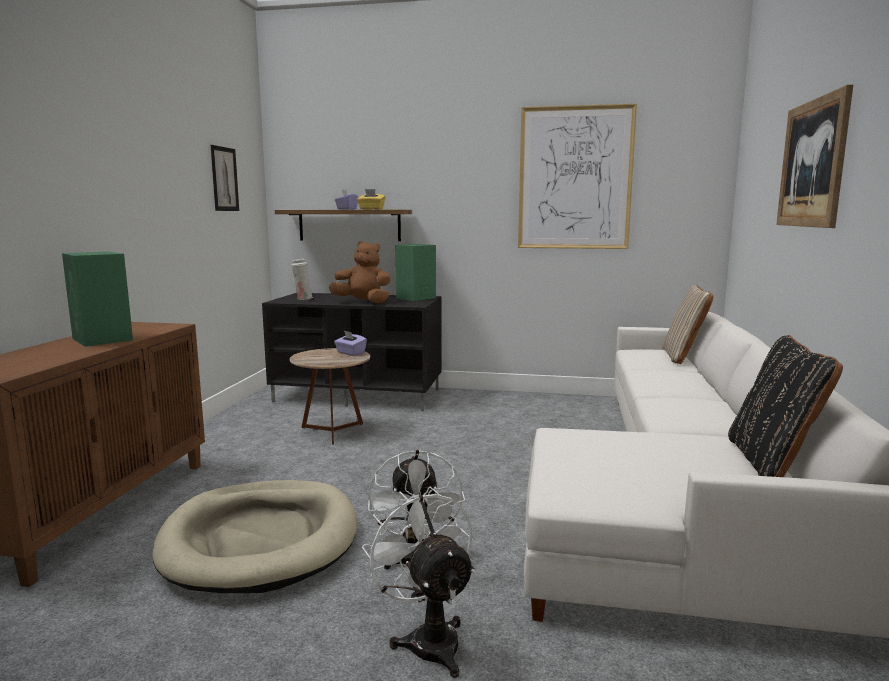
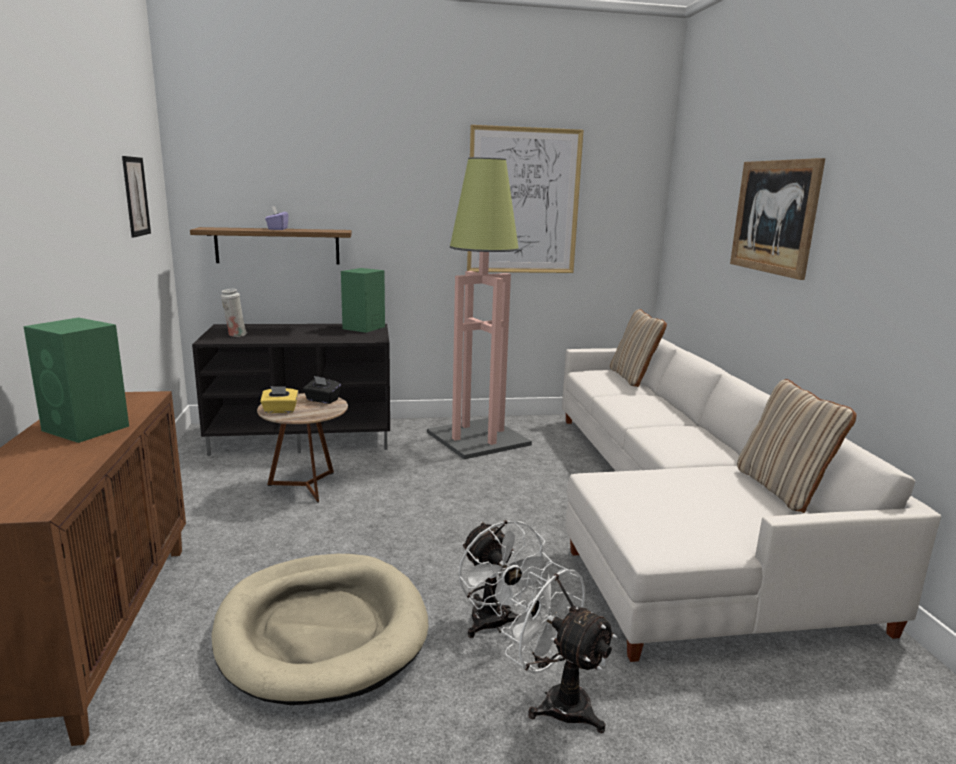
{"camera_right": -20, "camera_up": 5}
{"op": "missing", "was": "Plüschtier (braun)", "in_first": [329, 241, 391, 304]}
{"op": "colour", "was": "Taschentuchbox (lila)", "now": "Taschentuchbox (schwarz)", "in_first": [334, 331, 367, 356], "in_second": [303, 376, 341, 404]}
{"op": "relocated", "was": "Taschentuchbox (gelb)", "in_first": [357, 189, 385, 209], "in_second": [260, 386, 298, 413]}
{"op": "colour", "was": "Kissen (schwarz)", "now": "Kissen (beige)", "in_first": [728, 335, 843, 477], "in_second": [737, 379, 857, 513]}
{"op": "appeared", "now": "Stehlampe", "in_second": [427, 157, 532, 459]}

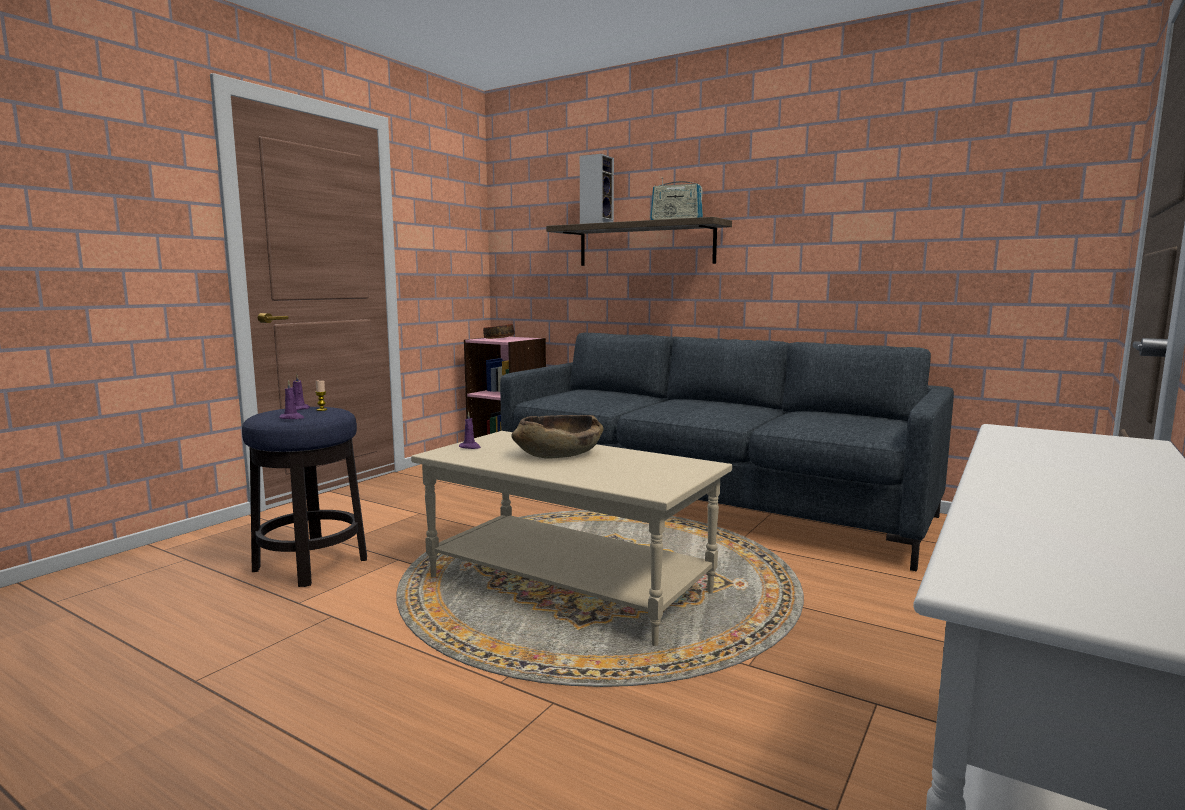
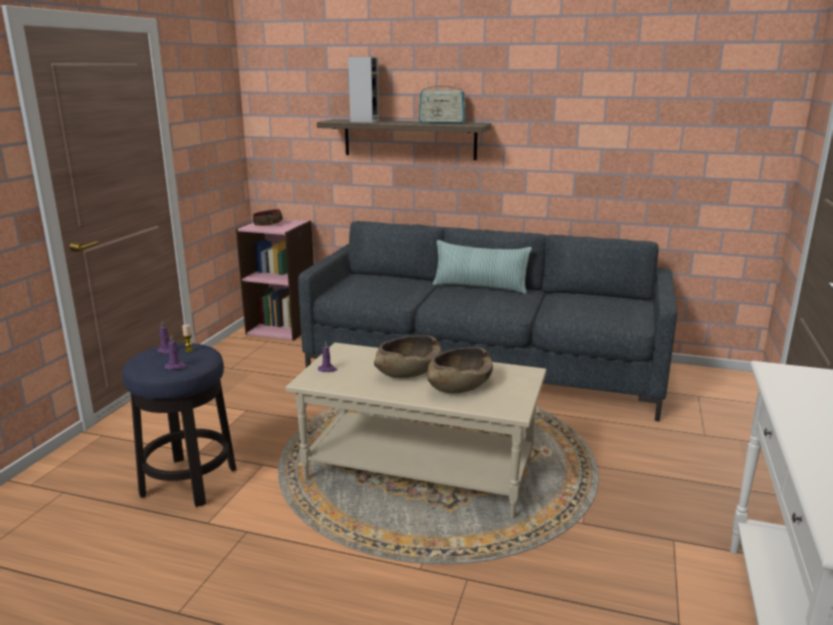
{"camera_right": -15, "camera_up": 10}
{"op": "appeared", "now": "Schüssel (braun)", "in_second": [427, 347, 493, 394]}
{"op": "appeared", "now": "Kissen", "in_second": [432, 240, 532, 294]}

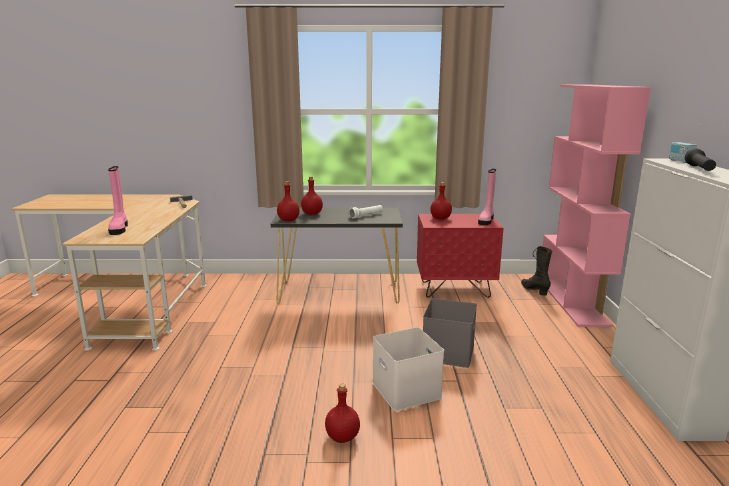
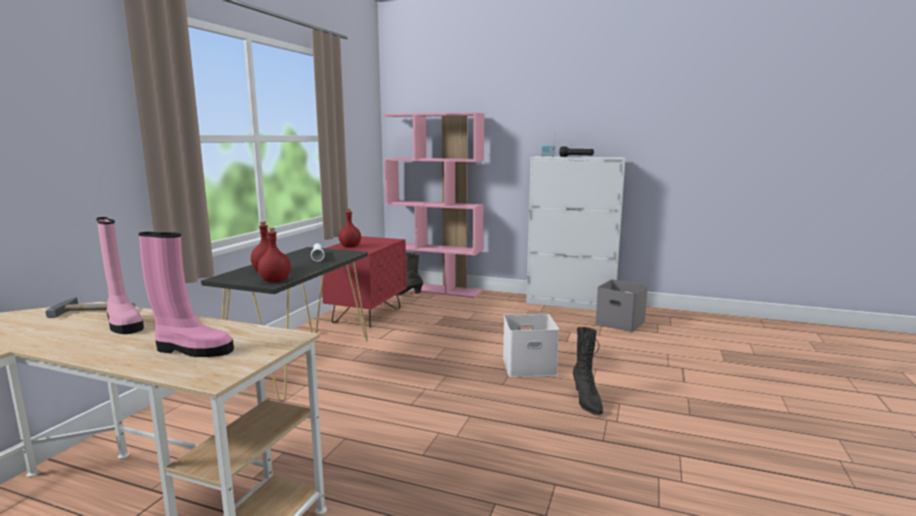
{"camera_right": -70, "camera_up": -5}
{"op": "exchanged", "was": "Flasche (rot)", "now": "Stiefel (schwarz)", "in_first": [325, 384, 360, 443], "in_second": [573, 327, 603, 415]}
{"op": "relocated", "was": "Aufbewahrungsbox (grau)", "in_first": [423, 298, 477, 368], "in_second": [595, 280, 648, 332]}
{"op": "relocated", "was": "Stiefel (rosa)", "in_first": [478, 169, 496, 225], "in_second": [96, 217, 144, 334]}

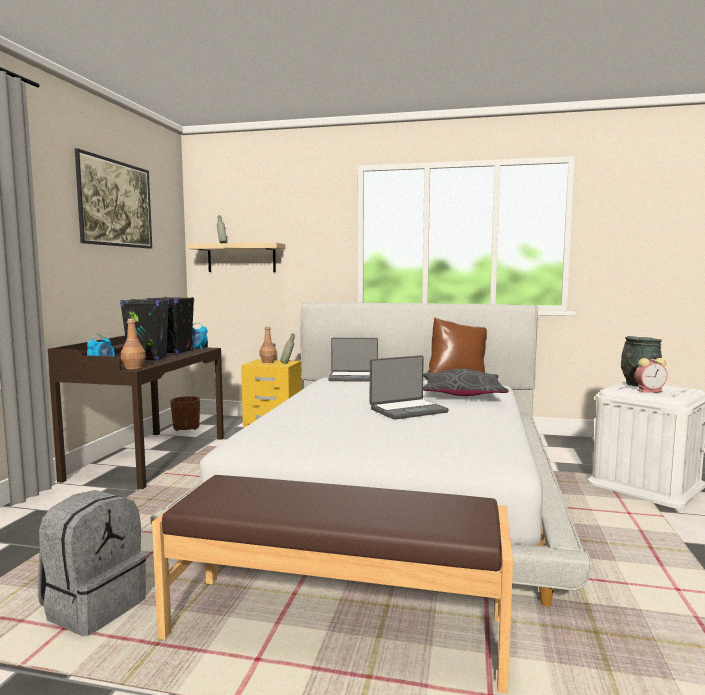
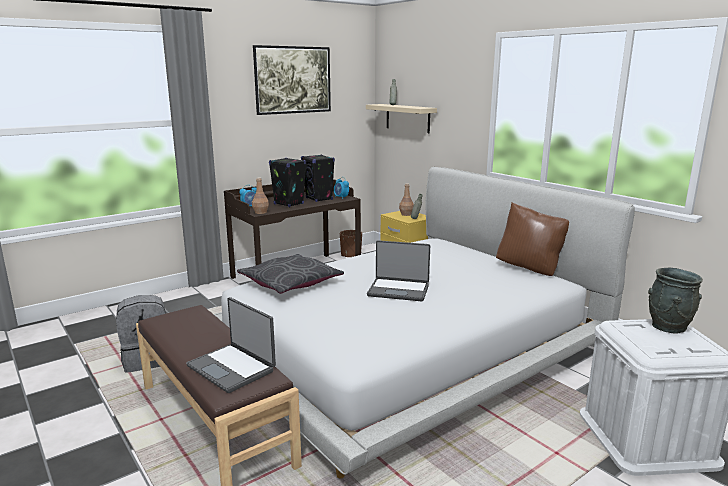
{"camera_right": 40, "camera_up": 10}
{"op": "relocated", "was": "Laptop", "in_first": [328, 338, 378, 382], "in_second": [186, 297, 276, 393]}
{"op": "relocated", "was": "Kissen (grau)", "in_first": [423, 369, 509, 396], "in_second": [237, 254, 344, 294]}
{"op": "missing", "was": "Wecker", "in_first": [635, 358, 668, 393]}

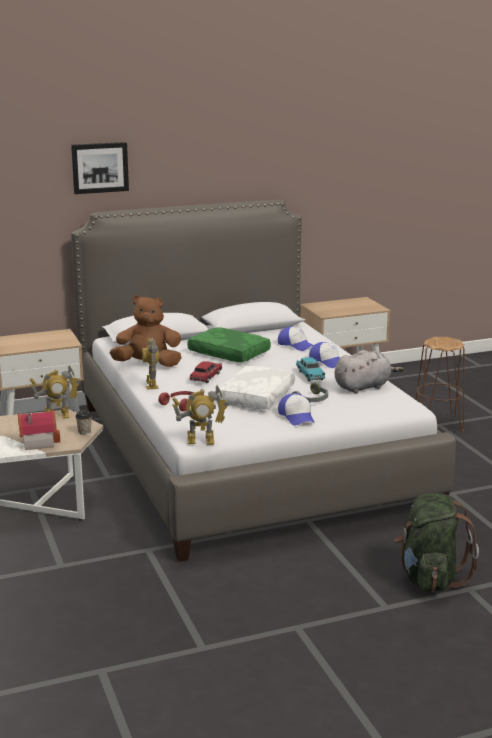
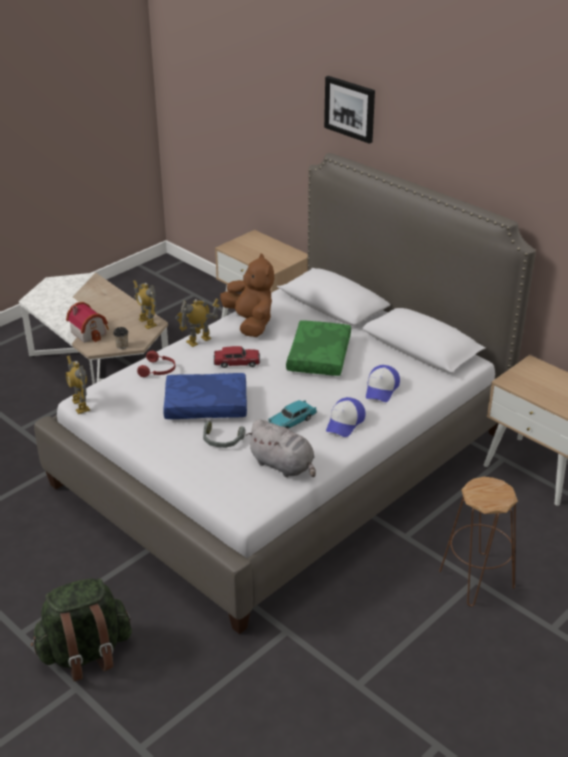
{"camera_right": 65, "camera_up": 15}
{"op": "colour", "was": "Kissen (weiß)", "now": "Kissen (blau)", "in_first": [219, 366, 295, 409], "in_second": [163, 373, 247, 419]}
{"op": "missing", "was": "Kappe", "in_first": [278, 393, 315, 425]}

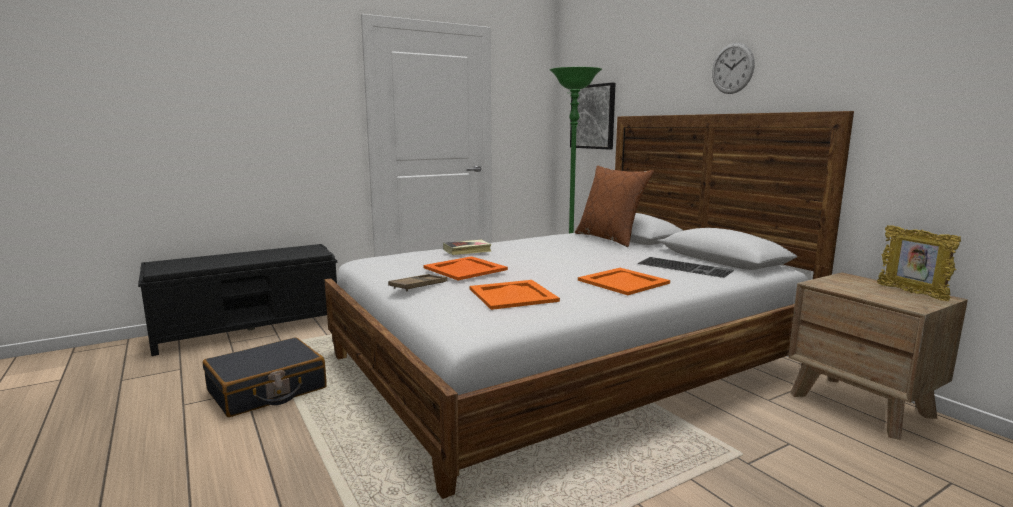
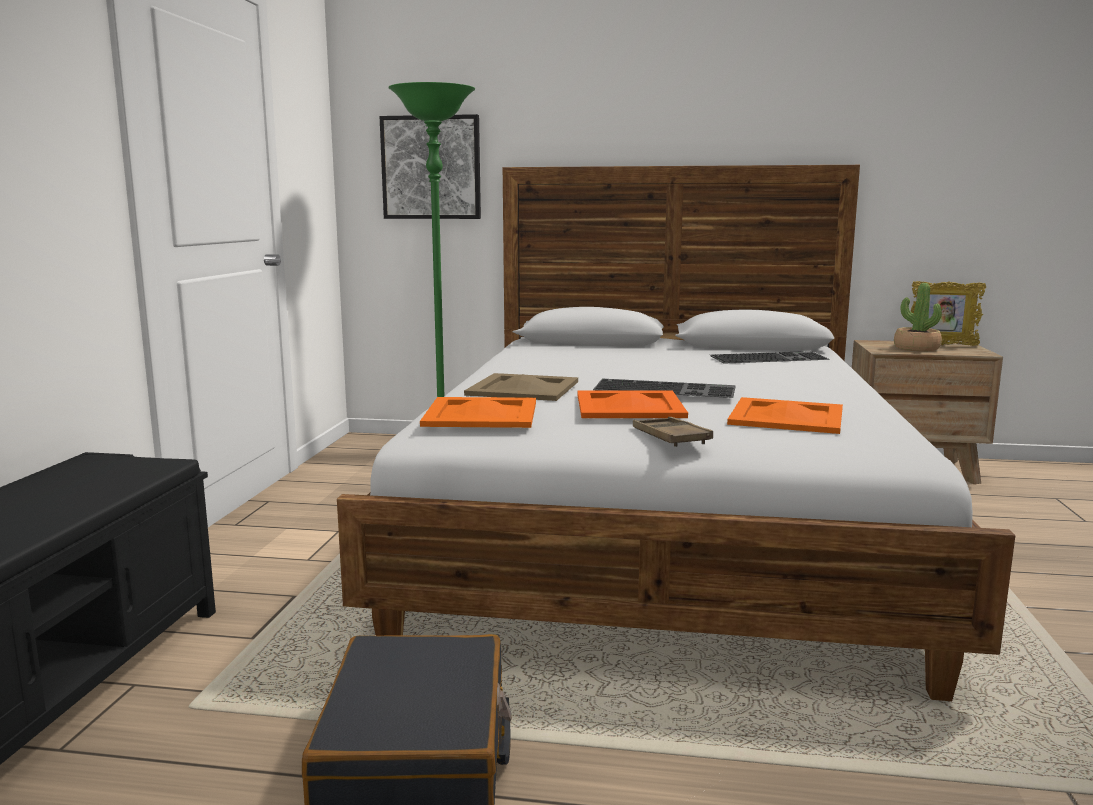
{"camera_right": -50, "camera_up": 0}
{"op": "exchanged", "was": "Buch", "now": "Tablett (beige)", "in_first": [443, 240, 492, 255], "in_second": [464, 373, 578, 401]}
{"op": "missing", "was": "Kissen (braun)", "in_first": [575, 165, 654, 247]}
{"op": "relocated", "was": "Tablett (orange)", "in_first": [578, 268, 670, 295], "in_second": [420, 397, 536, 428]}
{"op": "missing", "was": "Wanduhr", "in_first": [712, 43, 755, 94]}
{"op": "appeared", "now": "Tastatur", "in_second": [593, 379, 736, 398]}
{"op": "appeared", "now": "Topfpflanze", "in_second": [894, 283, 942, 352]}

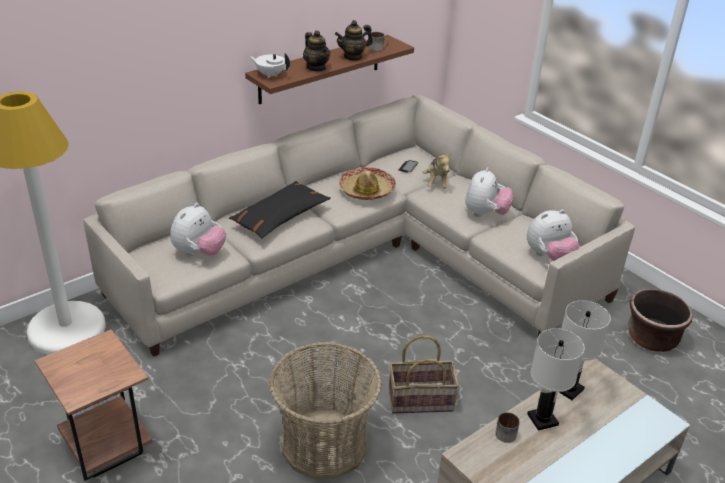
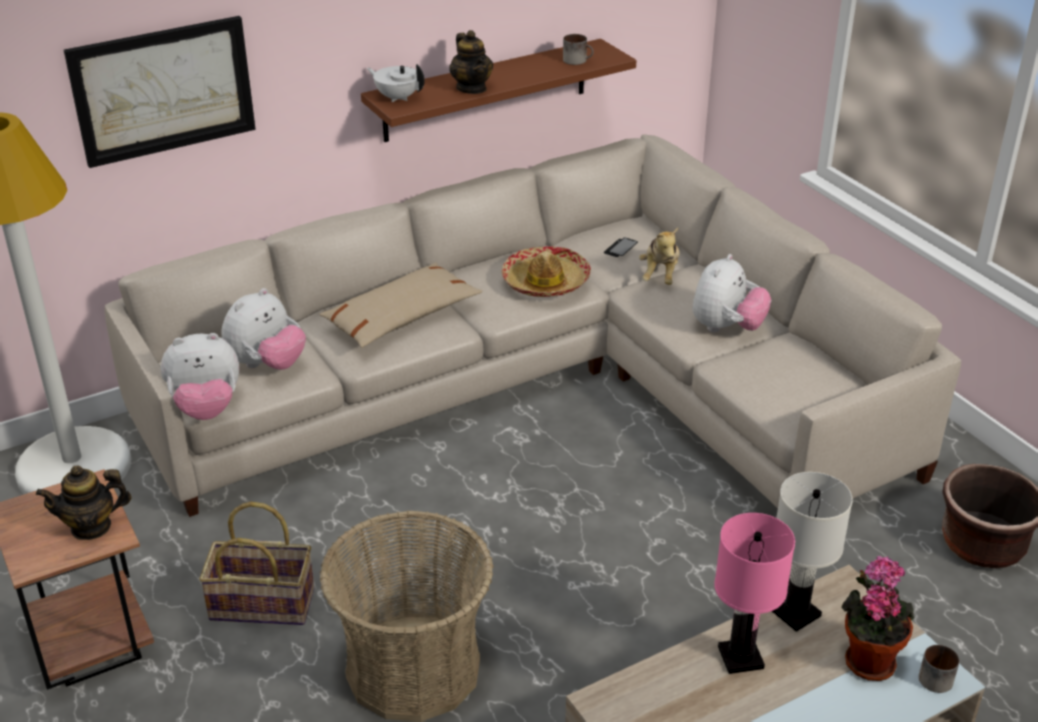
{"camera_right": 10, "camera_up": 0}
{"op": "colour", "was": "Kissen (schwarz)", "now": "Kissen (beige)", "in_first": [229, 181, 331, 238], "in_second": [319, 262, 483, 348]}
{"op": "relocated", "was": "Teekanne", "in_first": [335, 20, 373, 61], "in_second": [36, 465, 131, 540]}
{"op": "relocated", "was": "Korb", "in_first": [389, 335, 459, 414], "in_second": [199, 502, 314, 625]}
{"op": "relocated", "was": "Henkelbecher", "in_first": [495, 412, 520, 443], "in_second": [919, 645, 959, 693]}
{"op": "relocated", "was": "Plüschtier", "in_first": [527, 209, 580, 261], "in_second": [160, 333, 239, 420]}
{"op": "colour", "was": "Tischlampe (weiß)", "now": "Tischlampe (rosa)", "in_first": [527, 328, 584, 431], "in_second": [714, 513, 795, 674]}
{"op": "appeared", "now": "Bild", "in_second": [64, 16, 256, 168]}
{"op": "appeared", "now": "Topfpflanze", "in_second": [841, 556, 915, 681]}

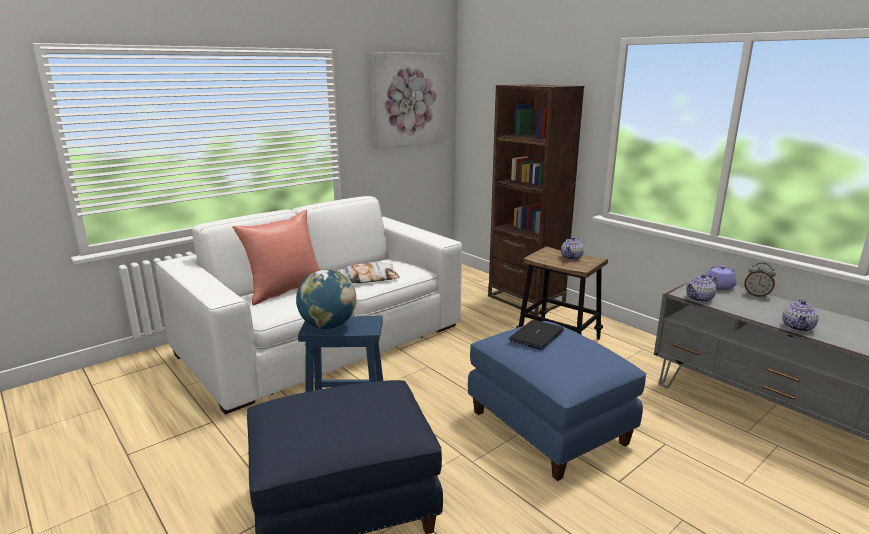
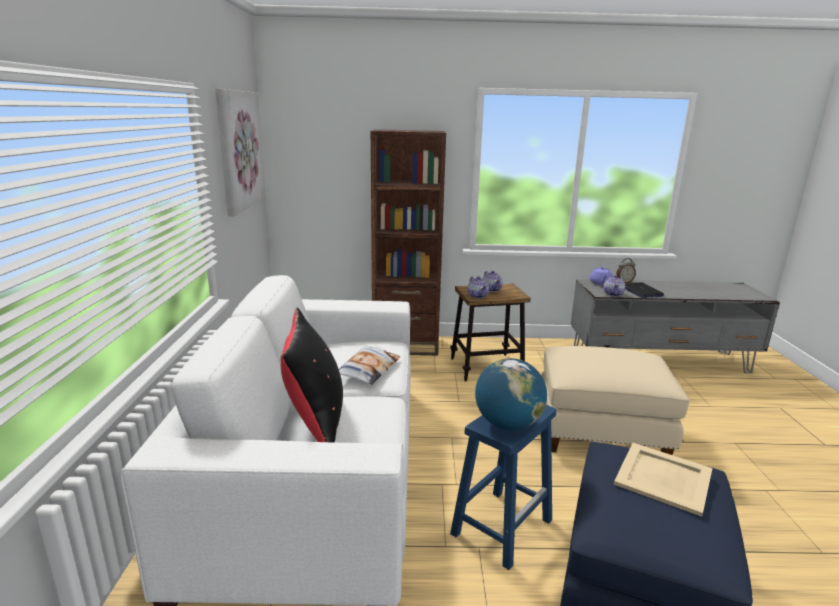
{"camera_right": -50, "camera_up": 0}
{"op": "colour", "was": "Kissen (rot)", "now": "Kissen (schwarz)", "in_first": [232, 210, 321, 305], "in_second": [281, 307, 343, 443]}
{"op": "colour", "was": "Polsterhocker (blau)", "now": "Polsterhocker (beige)", "in_first": [468, 321, 646, 481], "in_second": [542, 346, 689, 455]}
{"op": "relocated", "was": "Laptop", "in_first": [509, 320, 564, 350], "in_second": [625, 282, 664, 298]}
{"op": "relocated", "was": "Teekanne", "in_first": [782, 299, 819, 332], "in_second": [467, 276, 489, 299]}
{"op": "appeared", "now": "Tablett (beige)", "in_second": [614, 443, 713, 517]}

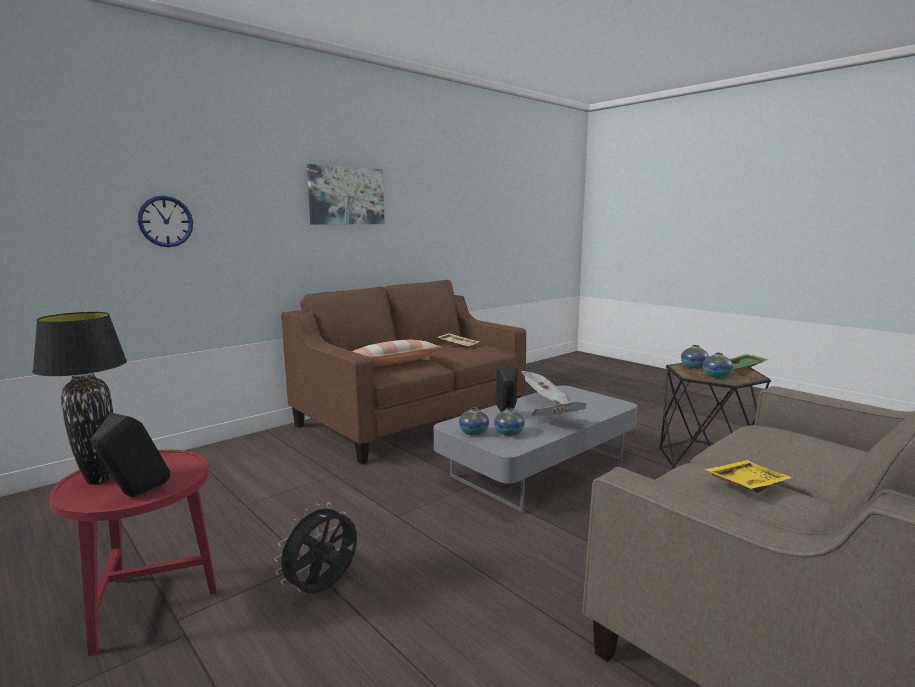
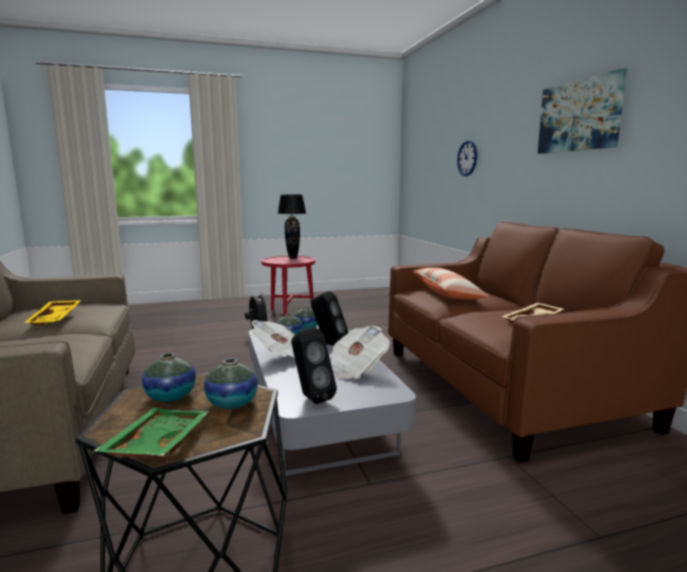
{"camera_right": 115, "camera_up": 0}
{"op": "relocated", "was": "Lautsprecher (schwarz)", "in_first": [91, 413, 171, 497], "in_second": [291, 327, 337, 404]}

